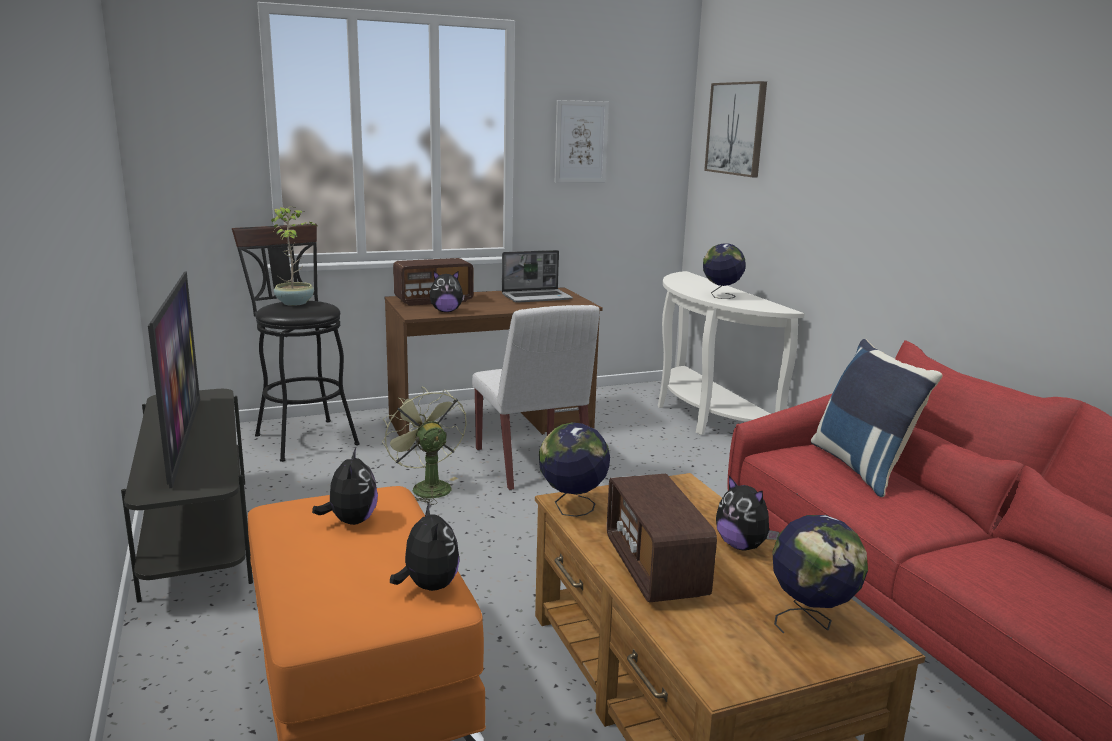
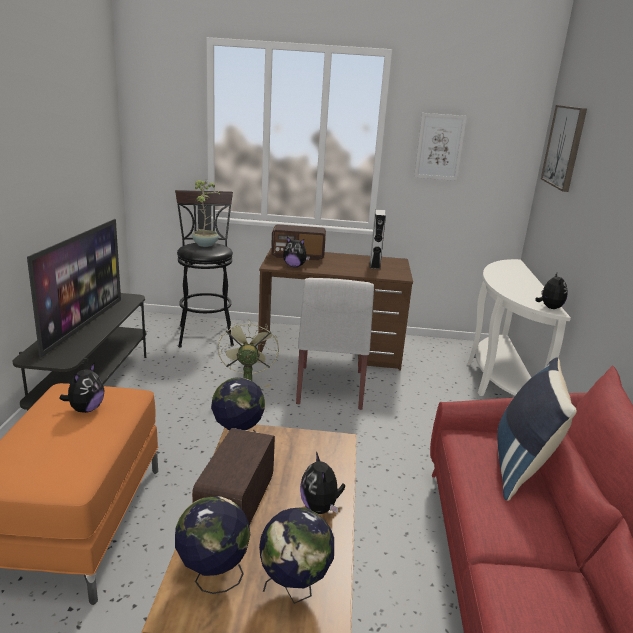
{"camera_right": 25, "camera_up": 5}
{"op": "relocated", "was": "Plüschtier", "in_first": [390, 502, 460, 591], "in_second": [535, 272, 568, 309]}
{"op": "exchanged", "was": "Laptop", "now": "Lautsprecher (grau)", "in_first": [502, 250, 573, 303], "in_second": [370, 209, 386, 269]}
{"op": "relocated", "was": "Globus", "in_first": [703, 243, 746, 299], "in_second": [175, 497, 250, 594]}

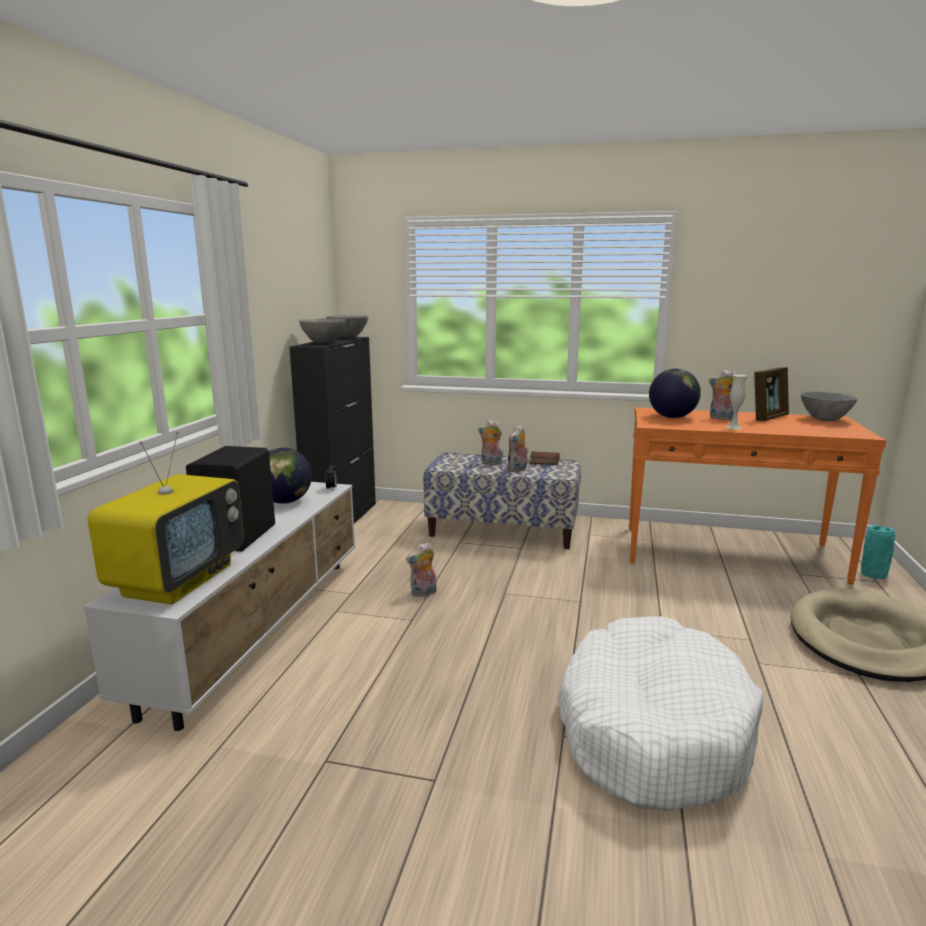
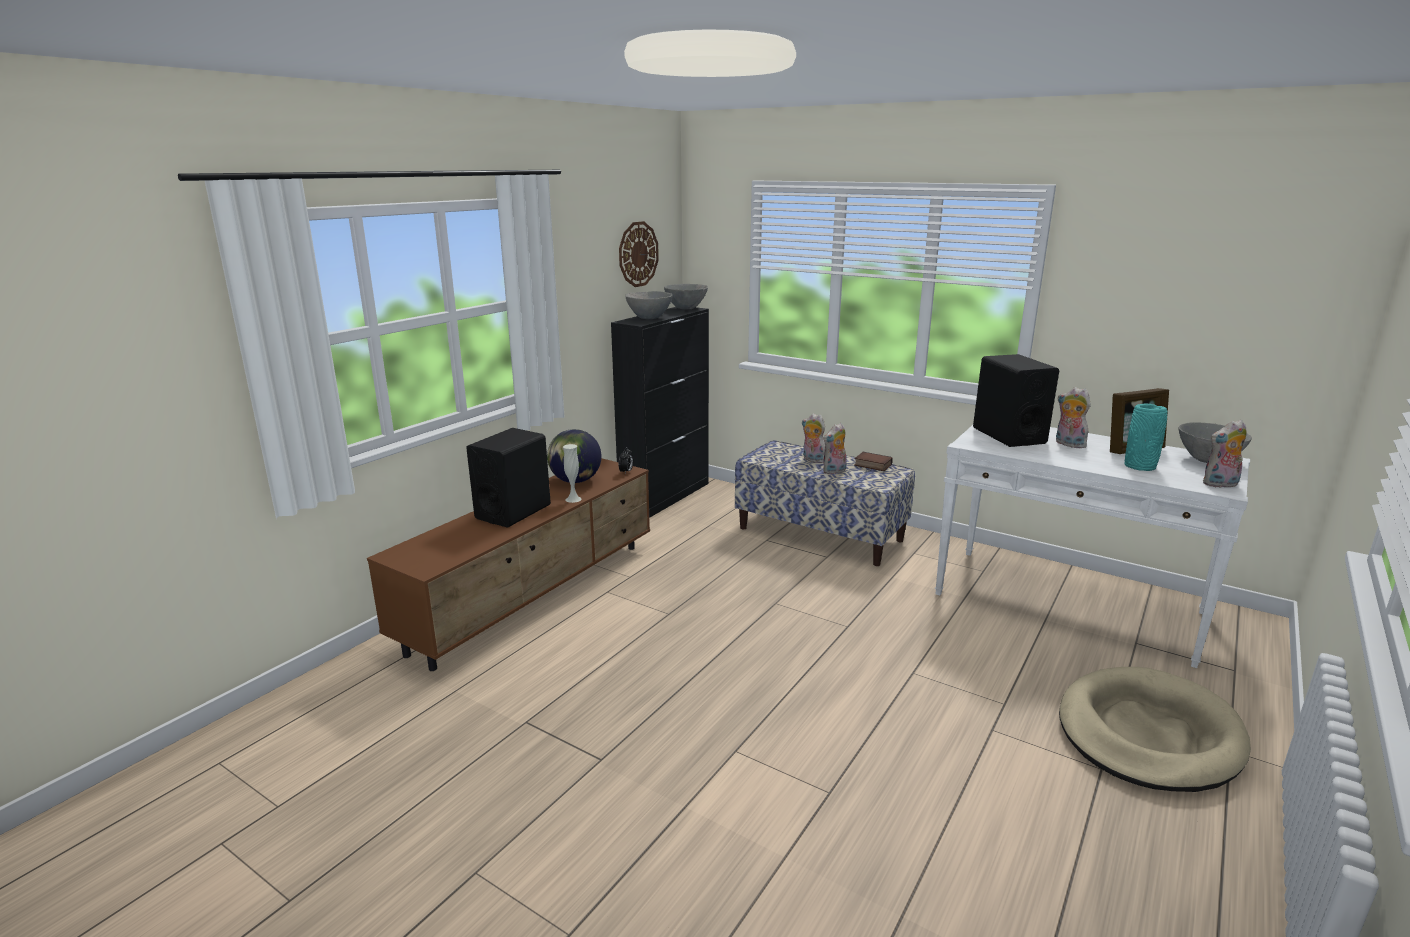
{"camera_right": 20, "camera_up": 5}
{"op": "colour", "was": "Fernsehschrank (weiß)", "now": "Fernsehschrank (braun)", "in_first": [83, 482, 355, 731], "in_second": [367, 458, 650, 671]}
{"op": "missing", "was": "Fernseher", "in_first": [88, 431, 244, 604]}
{"op": "relocated", "was": "Plüschtier", "in_first": [406, 542, 437, 597], "in_second": [1203, 420, 1247, 488]}
{"op": "missing", "was": "Hundebett (weiß)", "in_first": [558, 616, 764, 811]}
{"op": "colour", "was": "Konsolentisch (orange)", "now": "Konsolentisch (weiß)", "in_first": [629, 407, 886, 585], "in_second": [935, 425, 1250, 668]}
{"op": "exchanged", "was": "Globus", "now": "Lautsprecher (schwarz)", "in_first": [649, 369, 701, 418], "in_second": [973, 354, 1059, 447]}
{"op": "relocated", "was": "Vase (weiß)", "in_first": [726, 375, 747, 429], "in_second": [563, 444, 582, 503]}
{"op": "relocated", "was": "Vase (türkis)", "in_first": [861, 525, 895, 579], "in_second": [1124, 404, 1168, 471]}
{"op": "appeared", "now": "Wanduhr", "in_second": [619, 221, 659, 287]}

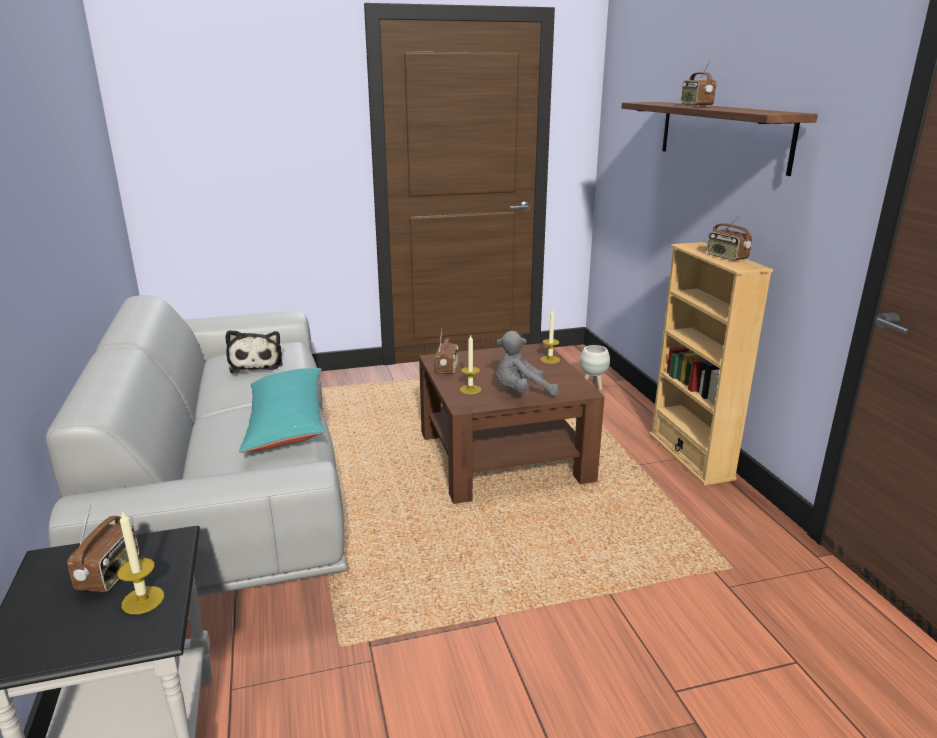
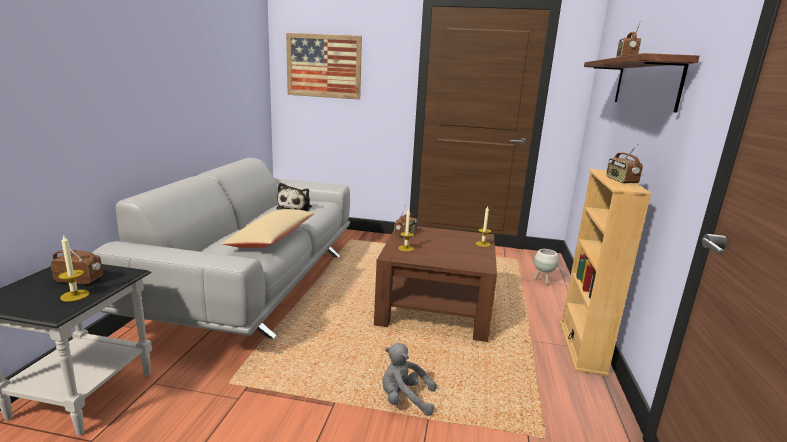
{"camera_right": 25, "camera_up": -5}
{"op": "spun", "was": "Radio", "in_first": [67, 504, 139, 592], "in_second": [51, 240, 103, 284], "clockwise": -120}
{"op": "colour", "was": "Kissen (türkis)", "now": "Kissen (beige)", "in_first": [239, 368, 325, 453], "in_second": [222, 209, 315, 248]}
{"op": "relocated", "was": "Plüschtier (grau)", "in_first": [496, 331, 559, 396], "in_second": [382, 343, 437, 416]}
{"op": "appeared", "now": "Bild", "in_second": [286, 33, 362, 99]}

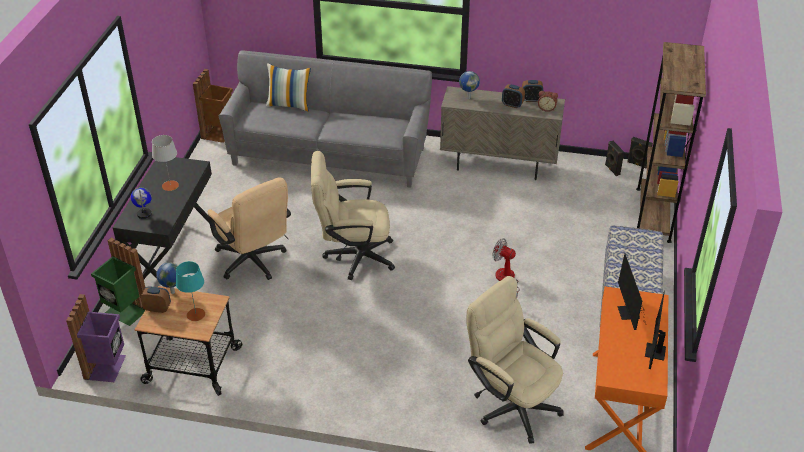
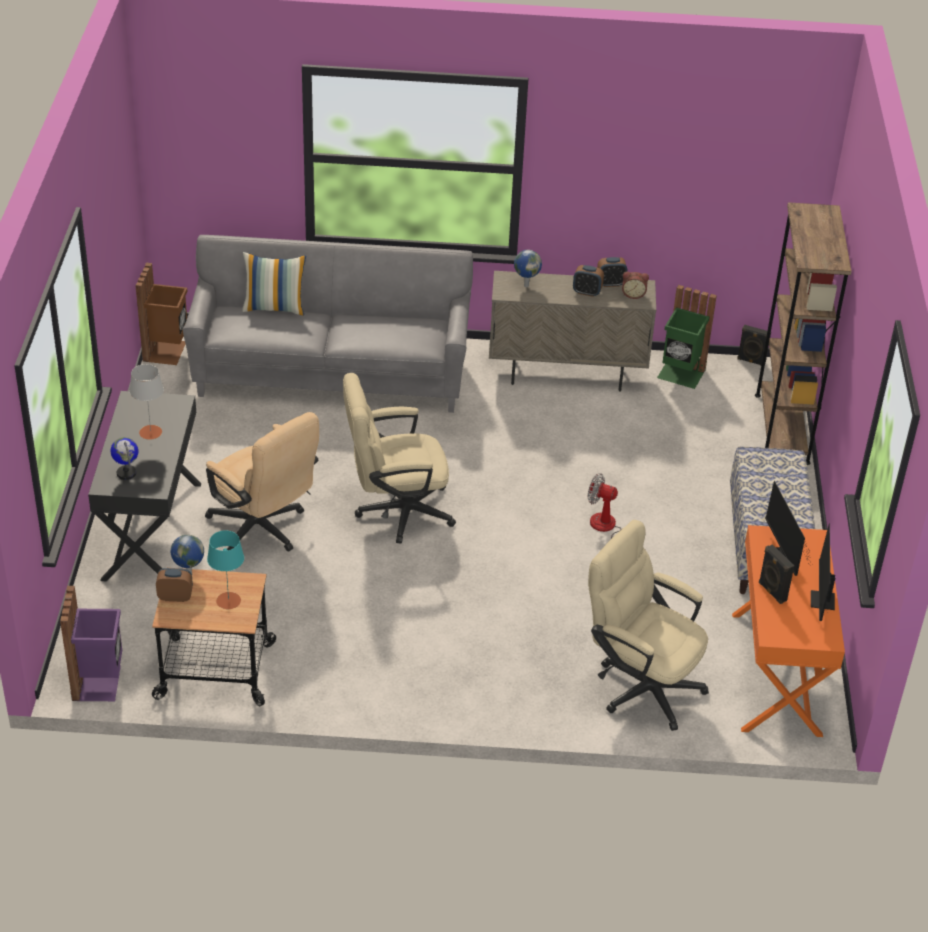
{"camera_right": -10, "camera_up": 0}
{"op": "relocated", "was": "Mülleimer (grün)", "in_first": [91, 238, 145, 326], "in_second": [657, 285, 717, 389]}
{"op": "relocated", "was": "Lautsprecher (schwarz)", "in_first": [605, 141, 624, 176], "in_second": [759, 544, 794, 604]}

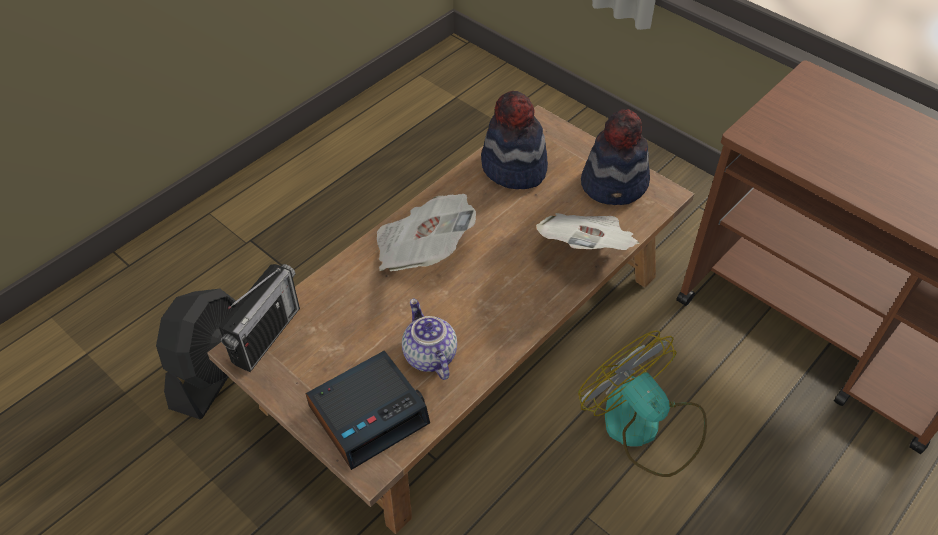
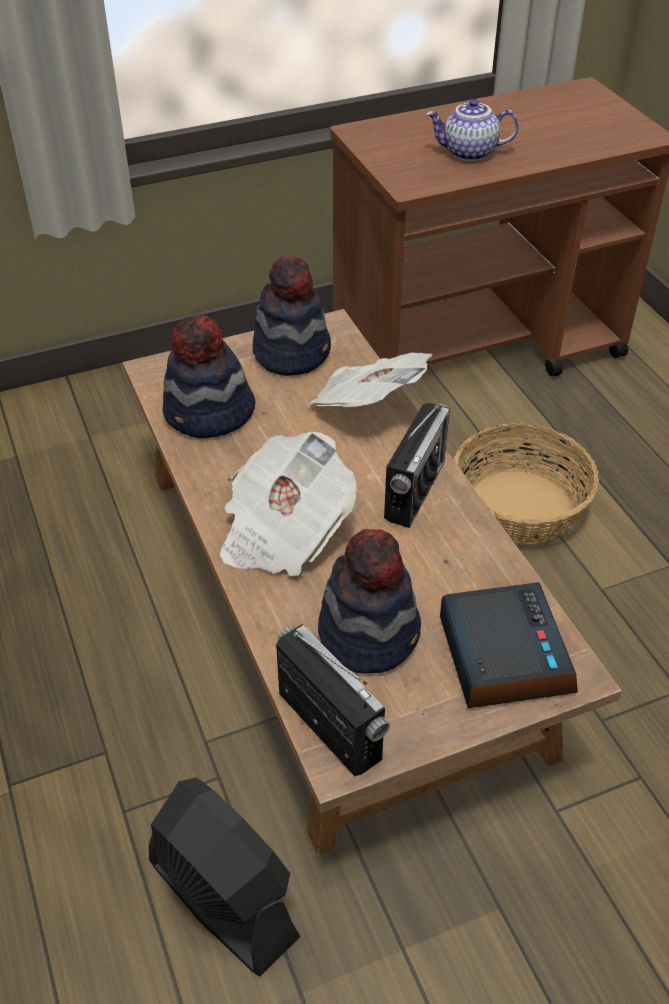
{"camera_right": -65, "camera_up": -5}
{"op": "relocated", "was": "Teekanne", "in_first": [402, 299, 457, 380], "in_second": [426, 99, 519, 161]}
{"op": "exchanged", "was": "Ventilator", "now": "Korb", "in_first": [578, 330, 707, 477], "in_second": [454, 423, 599, 545]}
{"op": "appeared", "now": "Hut", "in_second": [318, 529, 421, 674]}
{"op": "appeared", "now": "Radio", "in_second": [384, 403, 450, 528]}

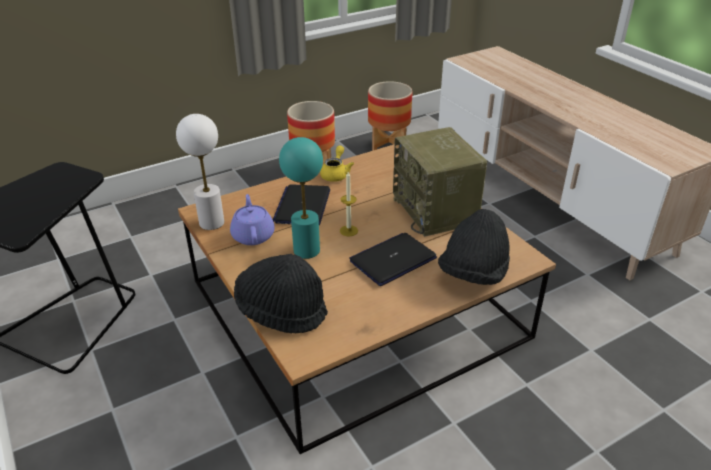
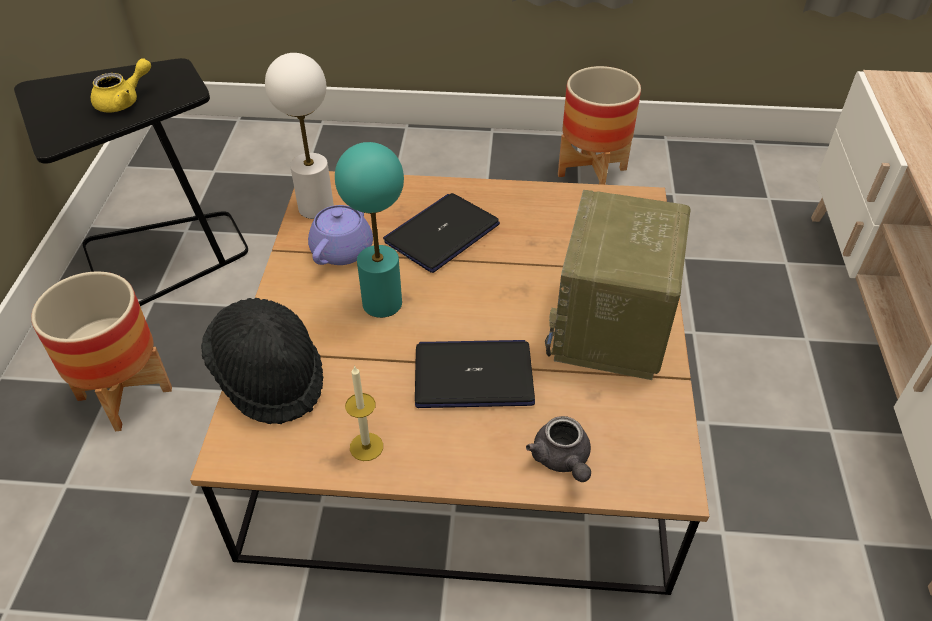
{"camera_right": 35, "camera_up": 10}
{"op": "relocated", "was": "Teekanne (gelb)", "in_first": [320, 145, 354, 182], "in_second": [91, 58, 151, 112]}
{"op": "relocated", "was": "Kerze", "in_first": [340, 172, 358, 236], "in_second": [345, 365, 383, 461]}
{"op": "relocated", "was": "Pflanzkübel", "in_first": [368, 81, 412, 151], "in_second": [31, 271, 172, 431]}
{"op": "exchanged", "was": "Hut (schwarz)", "now": "Teekanne (grau)", "in_first": [438, 209, 510, 285], "in_second": [526, 416, 591, 482]}

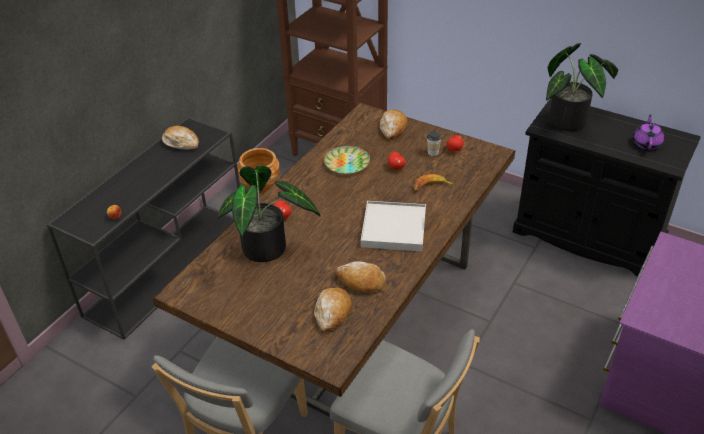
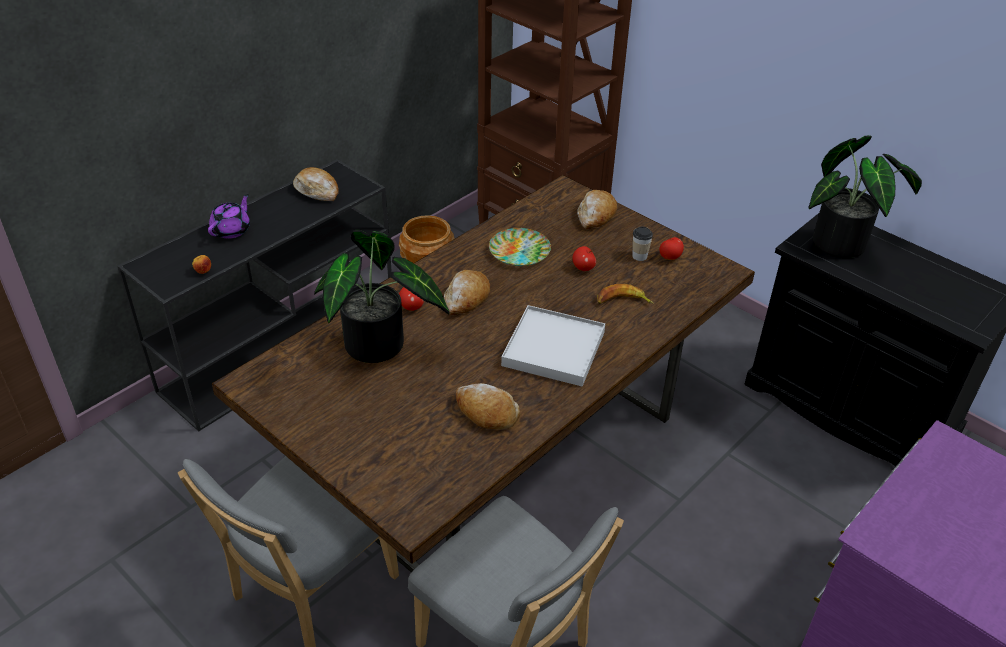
{"camera_right": 10, "camera_up": 0}
{"op": "relocated", "was": "Brot", "in_first": [314, 287, 352, 332], "in_second": [444, 270, 490, 315]}
{"op": "relocated", "was": "Teekanne (lila)", "in_first": [633, 115, 664, 150], "in_second": [208, 194, 250, 239]}

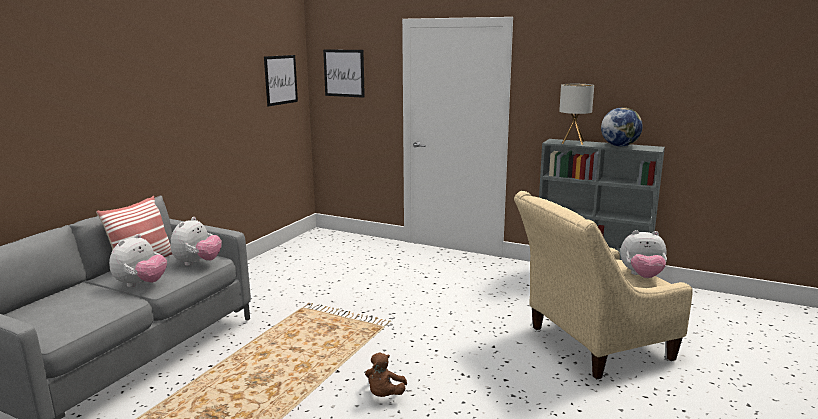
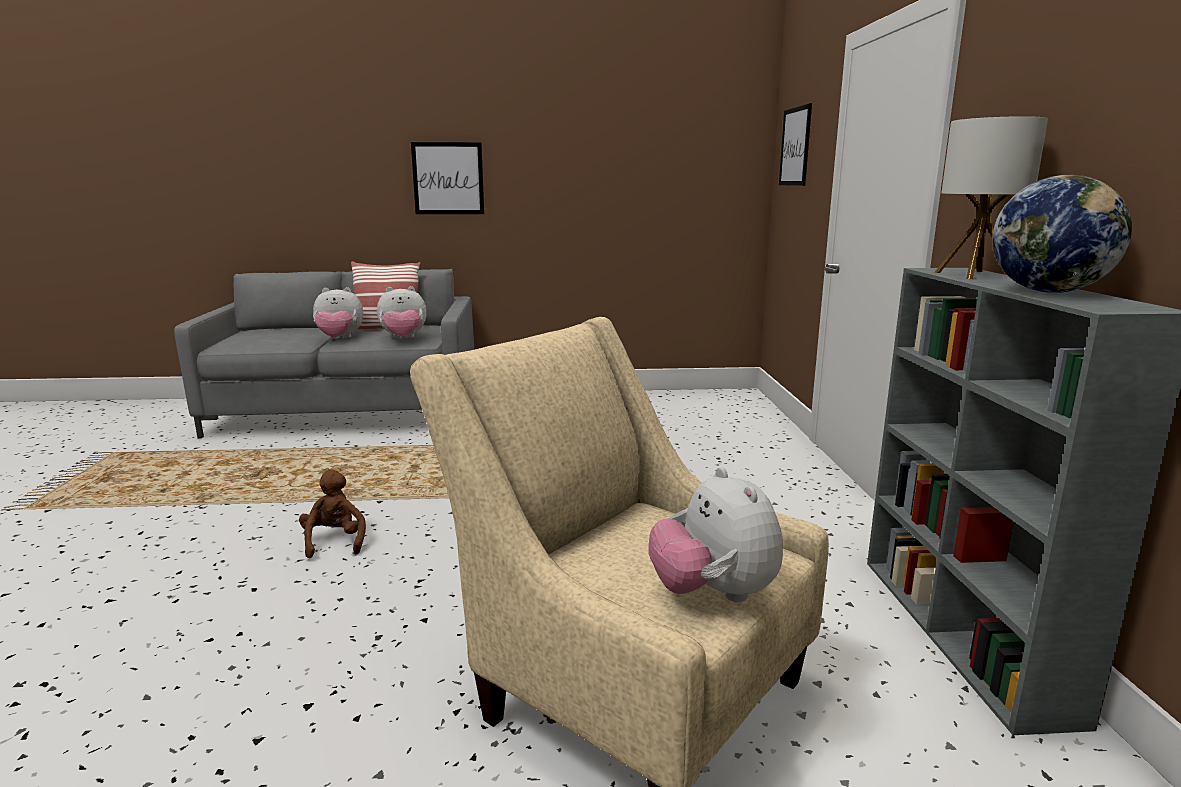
{"camera_right": 60, "camera_up": 0}
{"op": "relocated", "was": "Bild", "in_first": [264, 55, 298, 107], "in_second": [411, 142, 484, 214]}
{"op": "spun", "was": "Plüschtier (braun)", "in_first": [365, 352, 407, 397], "in_second": [299, 470, 366, 558], "clockwise": 90}

